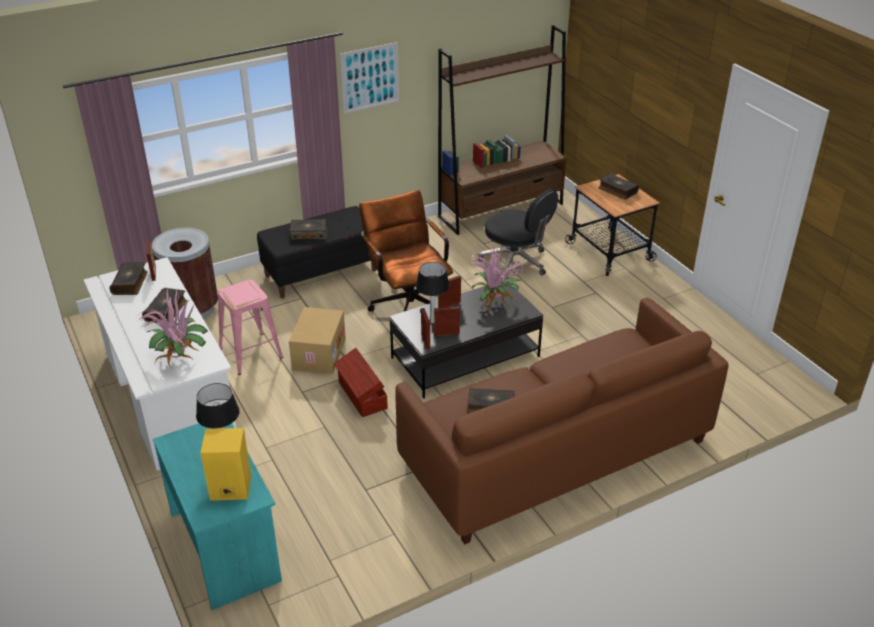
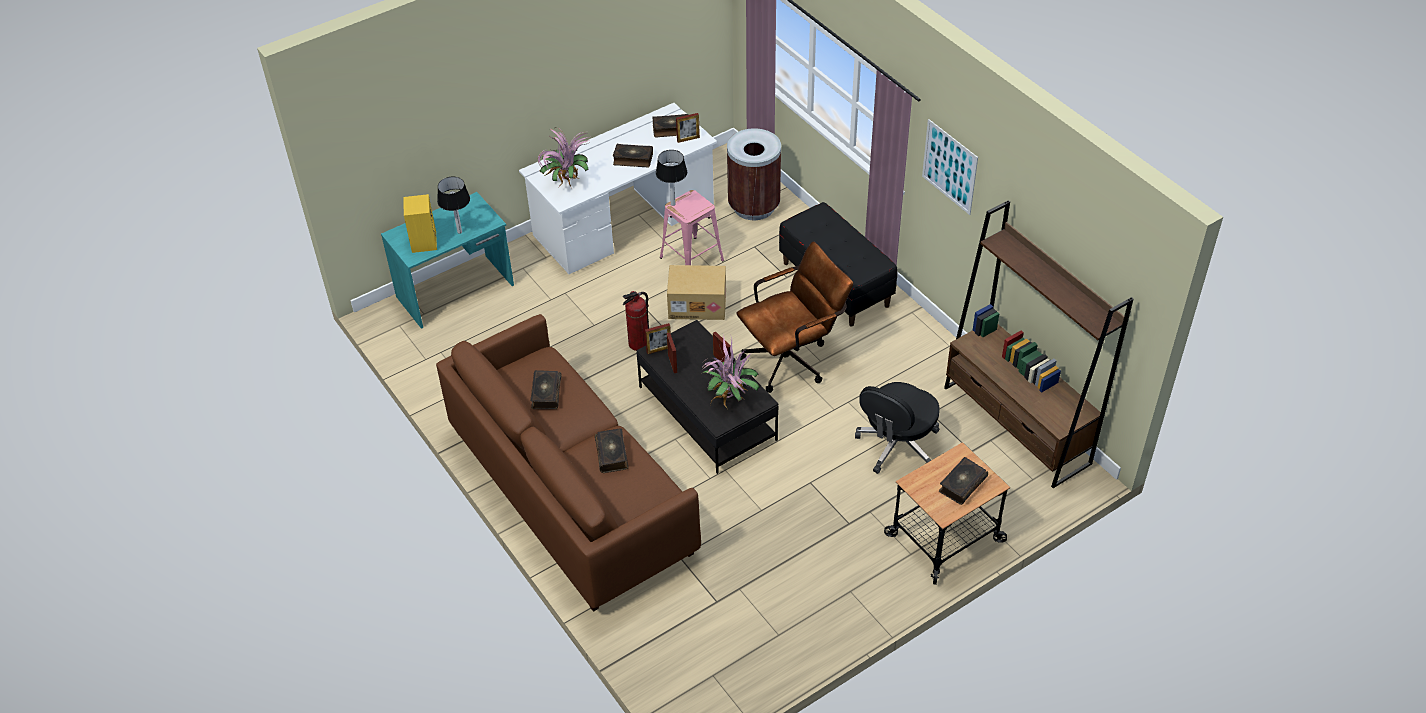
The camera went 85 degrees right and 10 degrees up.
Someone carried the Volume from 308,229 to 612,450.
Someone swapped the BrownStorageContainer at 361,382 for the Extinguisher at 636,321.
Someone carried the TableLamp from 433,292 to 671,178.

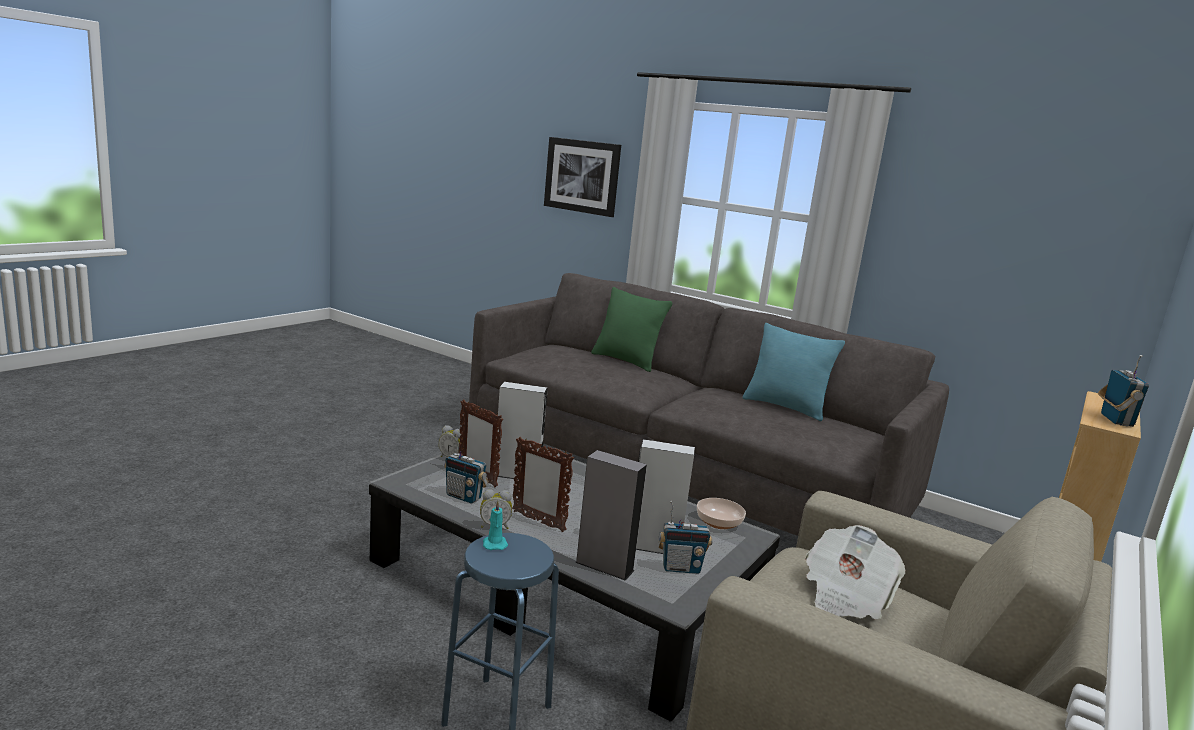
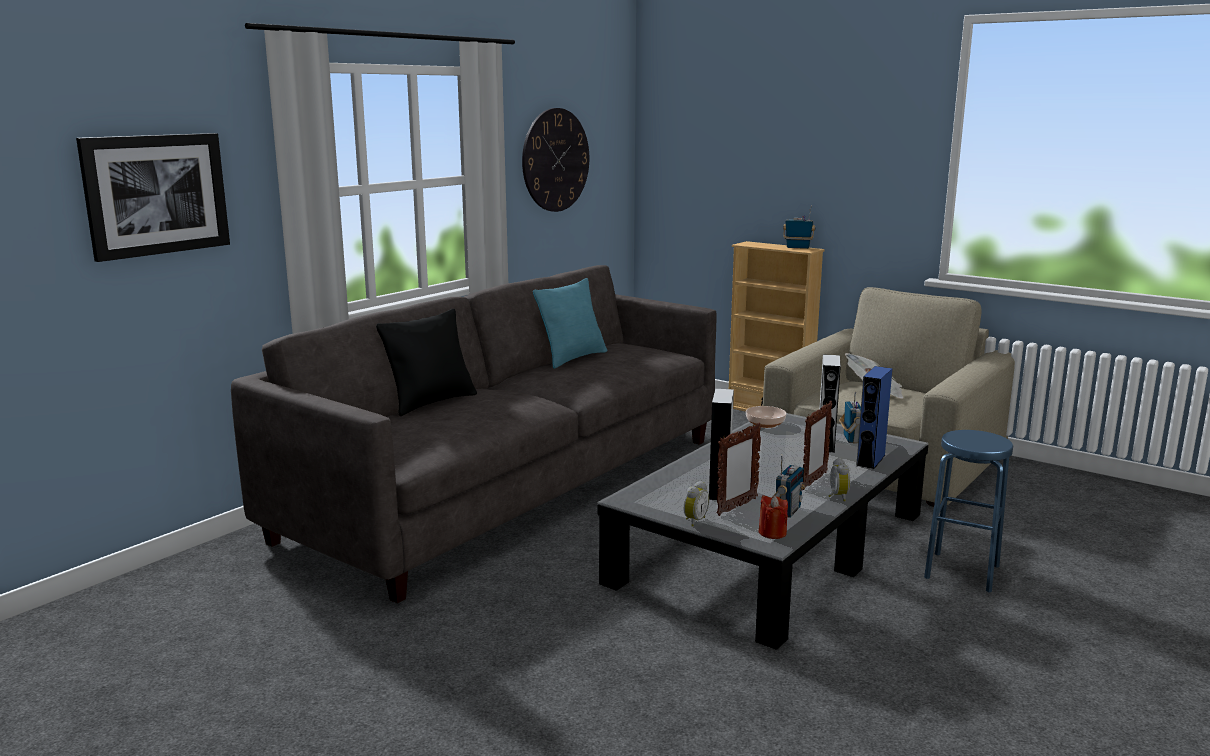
The camera went 85 degrees left and 0 degrees up.
Someone repainted the GreenPillow at 631,329, which became the BlackPillow at 426,362.
Someone put up the ClockOnTheWall at 555,160.
Someone put down the RedWaxLight at 773,517.
Someone repainted the GreySpeaker at 611,515, which became the BlueSpeaker at 874,417.
Someone took away the TurquoiseColouredWaxLight at 495,525.

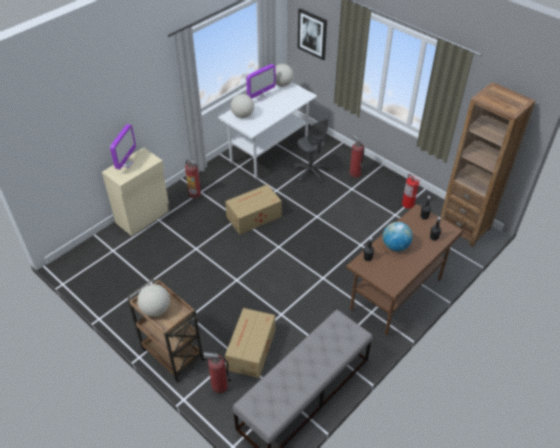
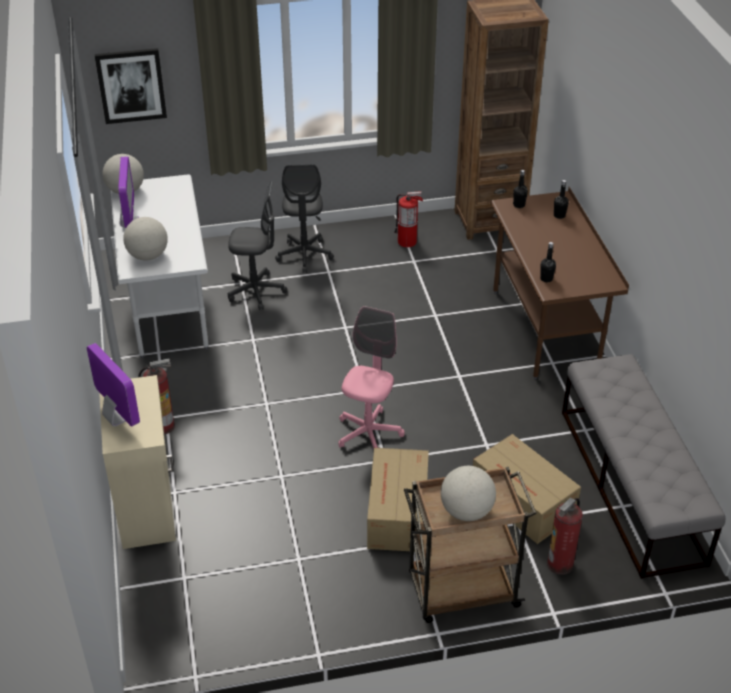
The camera went 55 degrees left and 5 degrees down.
Someone swapped the Extinguisher at 356,156 for the GreyOfficeChair at 304,218.
Someone put down the PinkishOfficeChair at 371,377.
Someone carried the CardboardBox from 253,209 to 398,500.
Someone took away the Globe at 398,236.

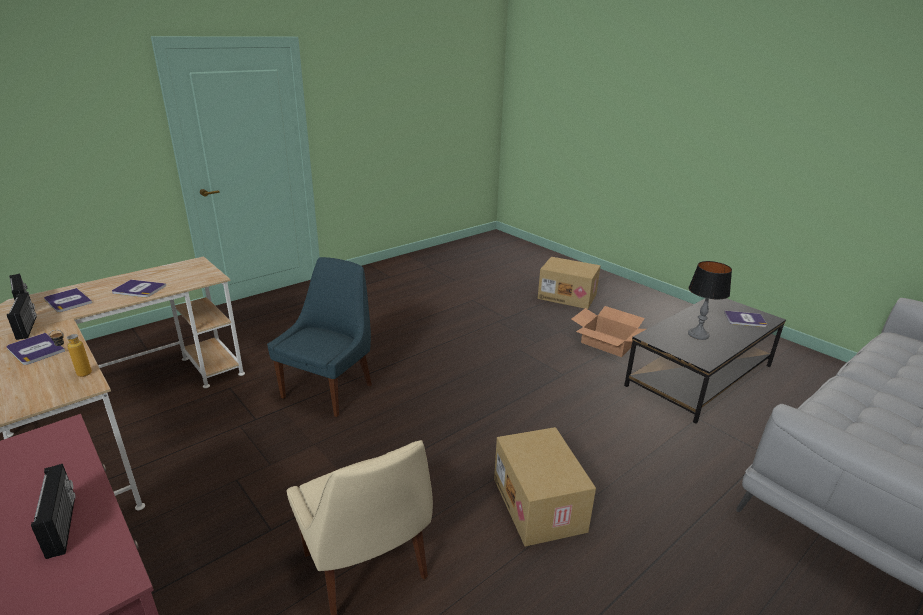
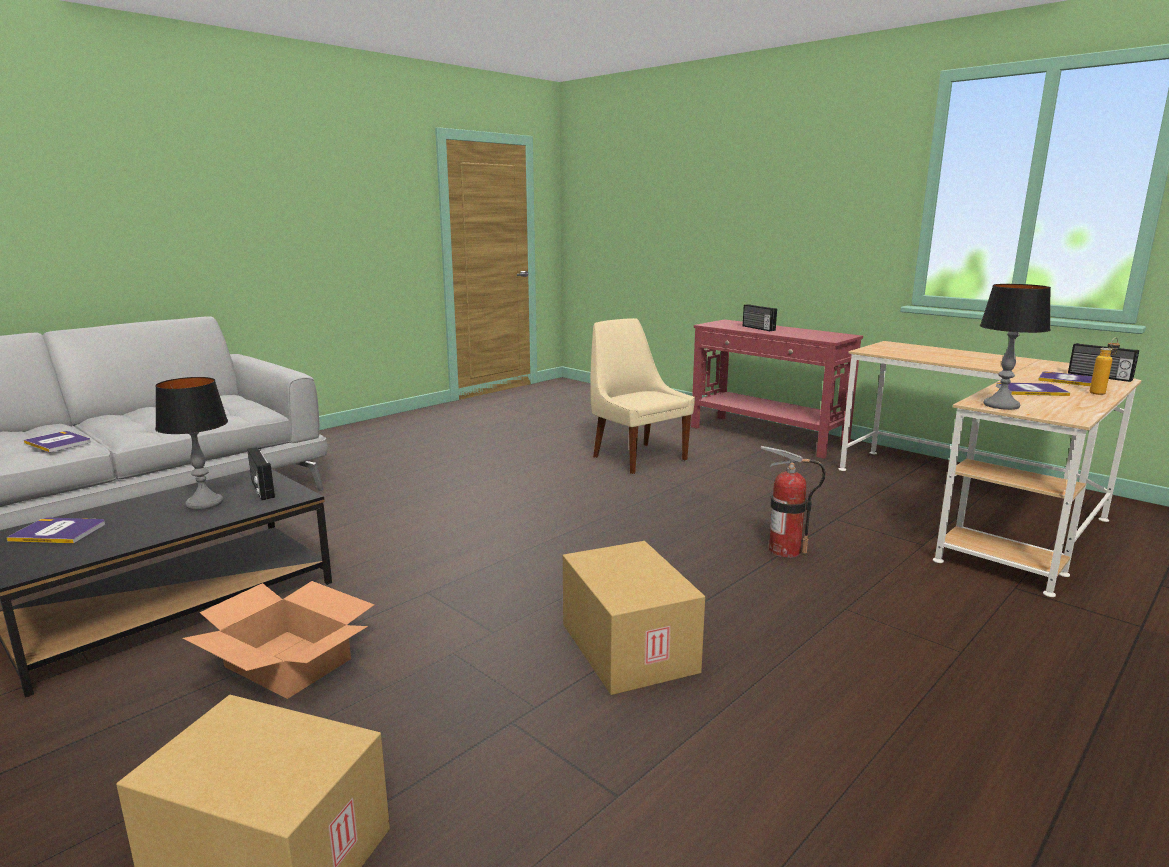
The camera went 175 degrees right and 10 degrees down.
Someone carried the Volume from 36,349 to 57,441.
Someone carried the RadioSet from 22,316 to 261,473.
Someone carried the CardboardBox from 545,487 to 634,618.
Someone swapped the BlueChair at 319,337 for the Extinguisher at 793,502.
Someone put down the TableLamp at 1015,347.
Someone carried the Bottle from 70,353 to 1105,366.

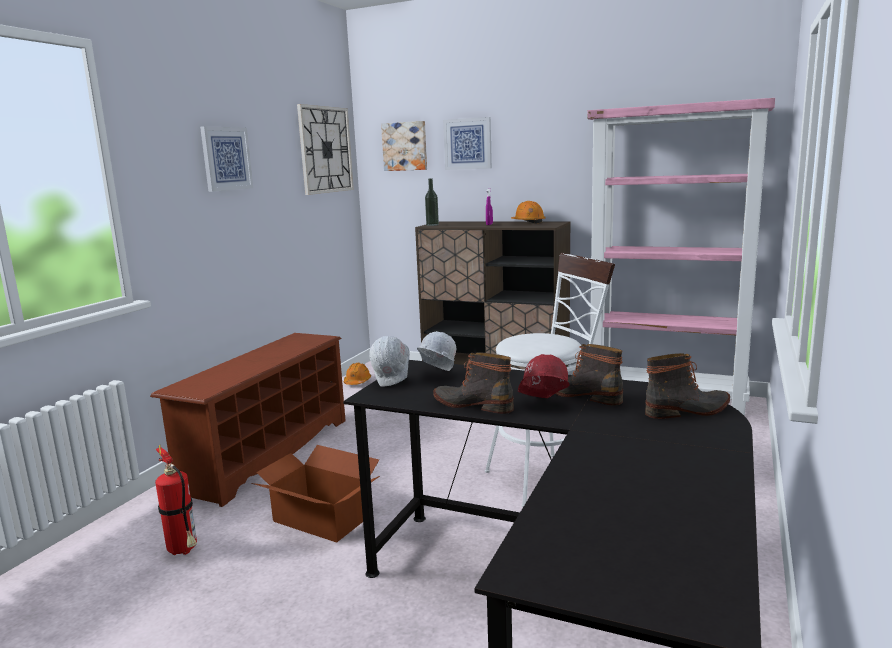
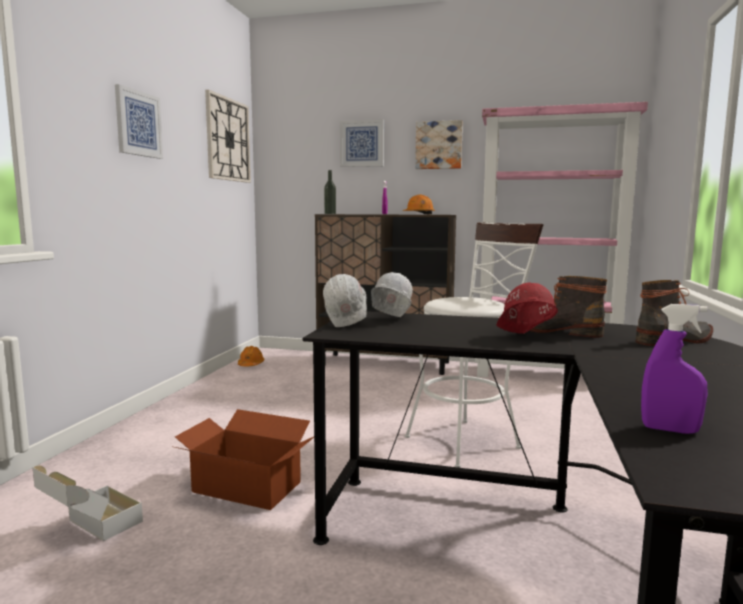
The camera went 10 degrees left and 5 degrees down.
Someone swapped the Extinguisher at 176,500 for the CardboardBox at 88,503.
Someone carried the WallPicture from 404,146 to 439,144.
Someone put down the PurpleColouredSprayBottle at 674,369.
Someone took away the BrownShoeShelf at 248,420.
Someone took away the TallBoot at 473,383.

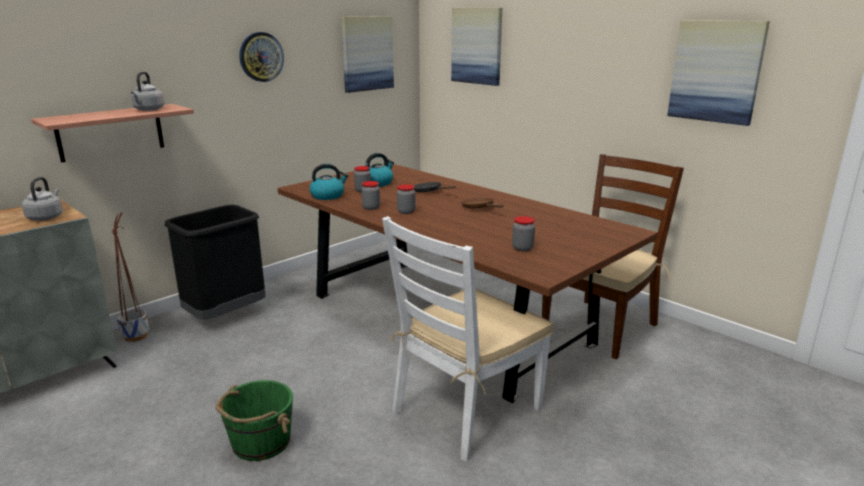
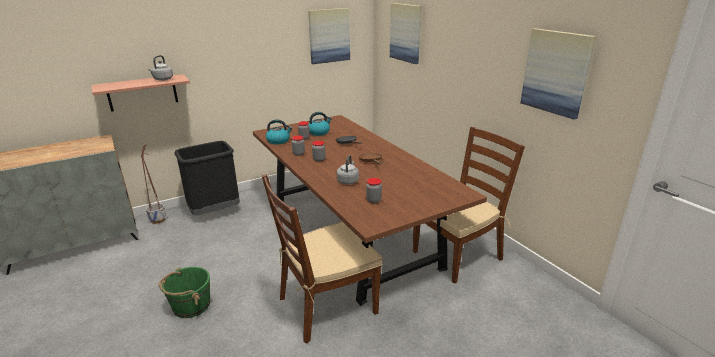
The camera went 15 degrees right and 5 degrees up.
Someone repainted the WhitishChair at 467,339, which became the BrownChair at 322,259.
Someone carried the GreyKettle from 42,199 to 348,169.
Someone took away the ClockOnTheWall at 261,57.

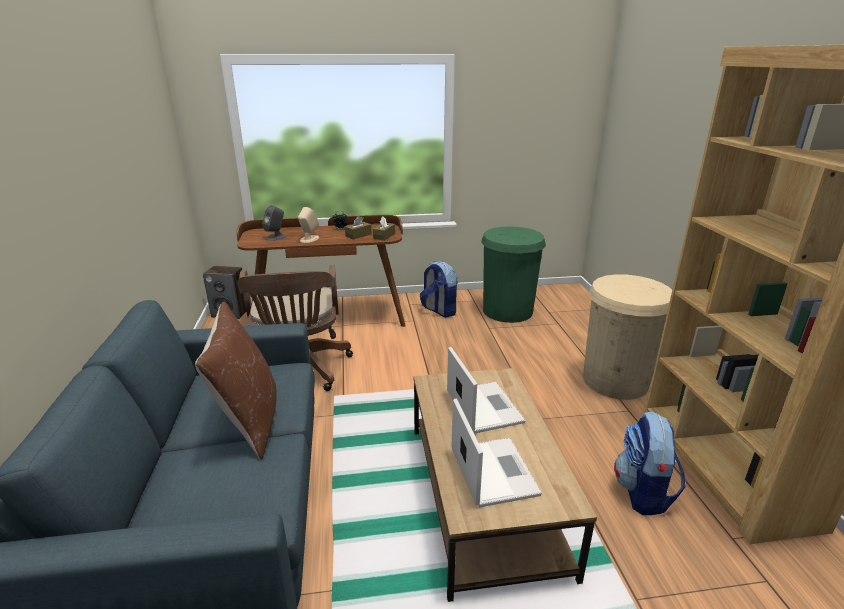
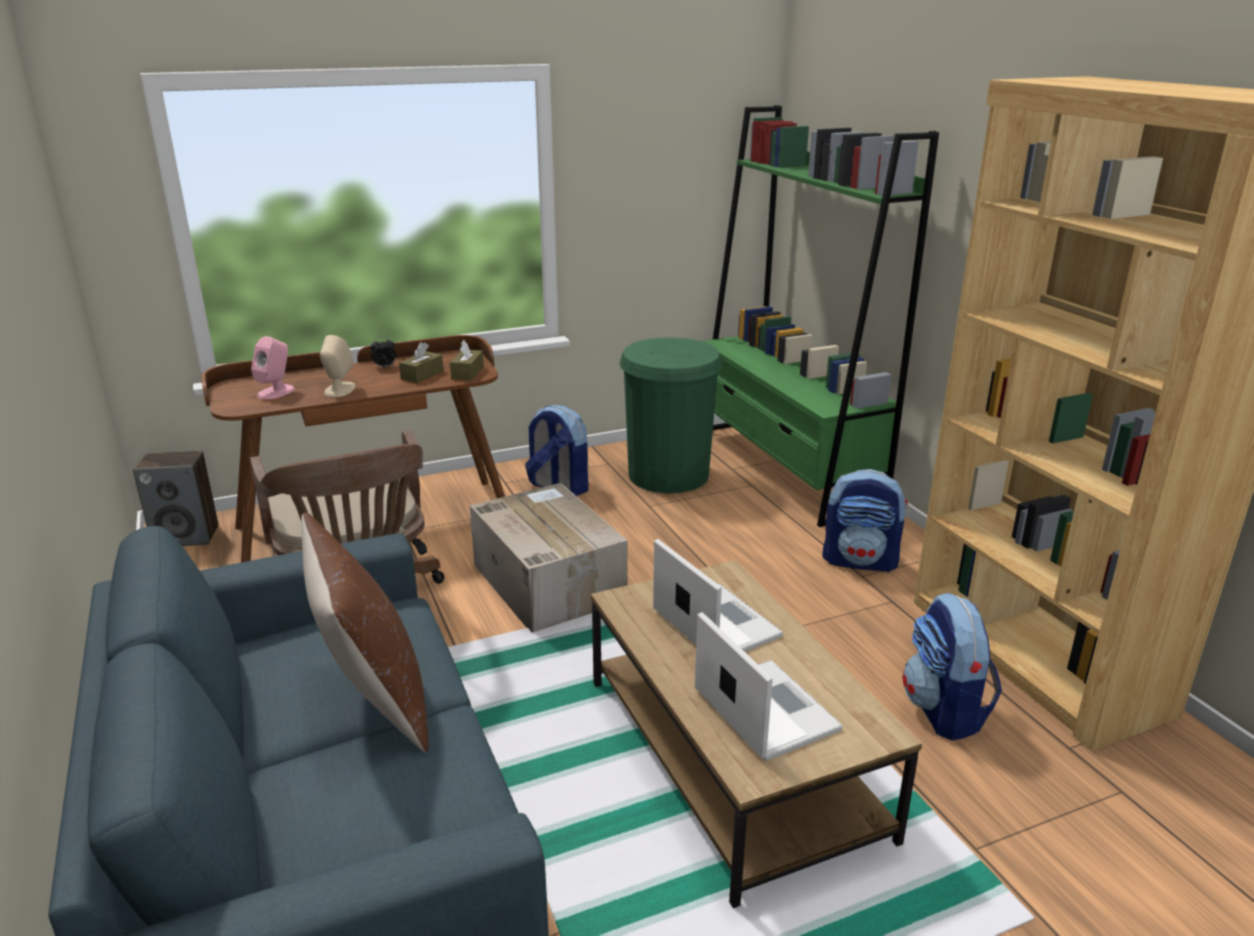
The camera went 15 degrees left and 0 degrees up.
Someone repainted the GreySpeaker at 274,223, which became the PinkishSpeaker at 273,367.
Someone put down the CardboardBox at 549,557.
Someone put down the GreenBookcase at 820,316.
Someone swapped the BeigeColouredWasteBin at 627,337 for the Knapsack at 865,520.

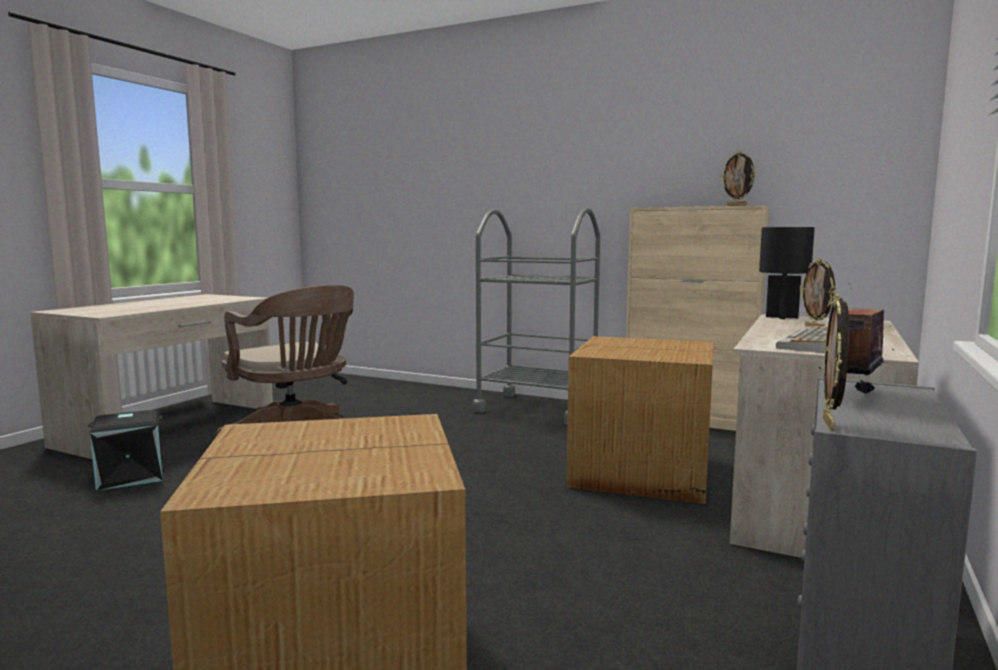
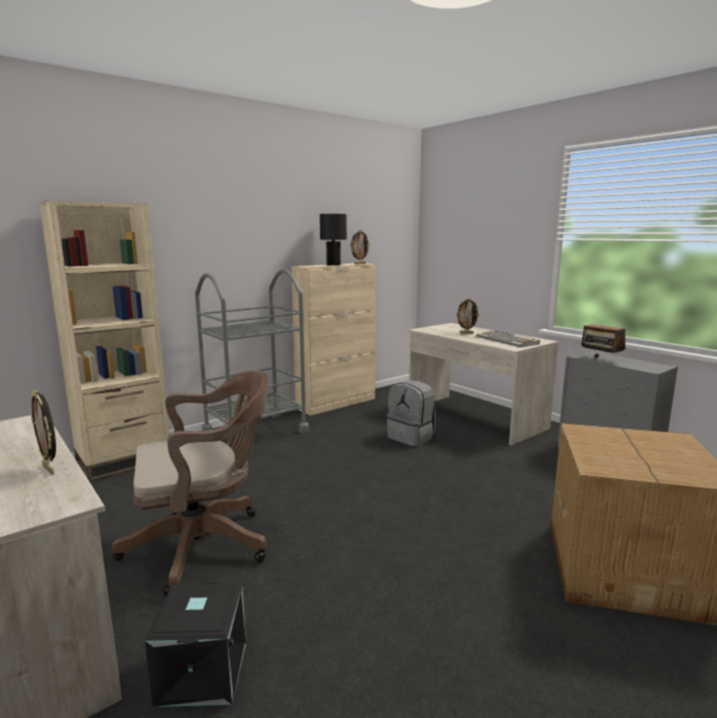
The camera went 65 degrees left and 5 degrees up.
Someone carried the StandingFrame from 836,362 to 43,432.
Someone put down the BeigeColouredBookcase at 104,341.
Someone carried the BlackTableLamp from 787,273 to 333,240.
Someone swapped the CardboardBox at 640,420 for the GreyKnapsack at 411,413.

